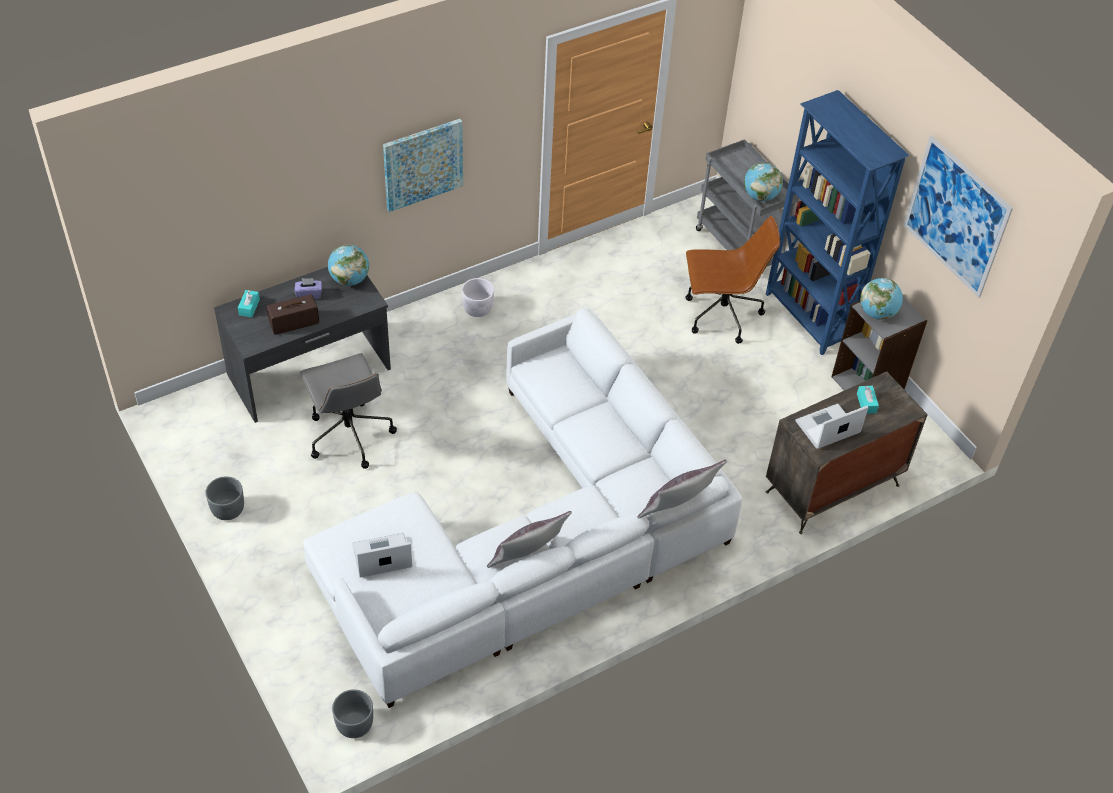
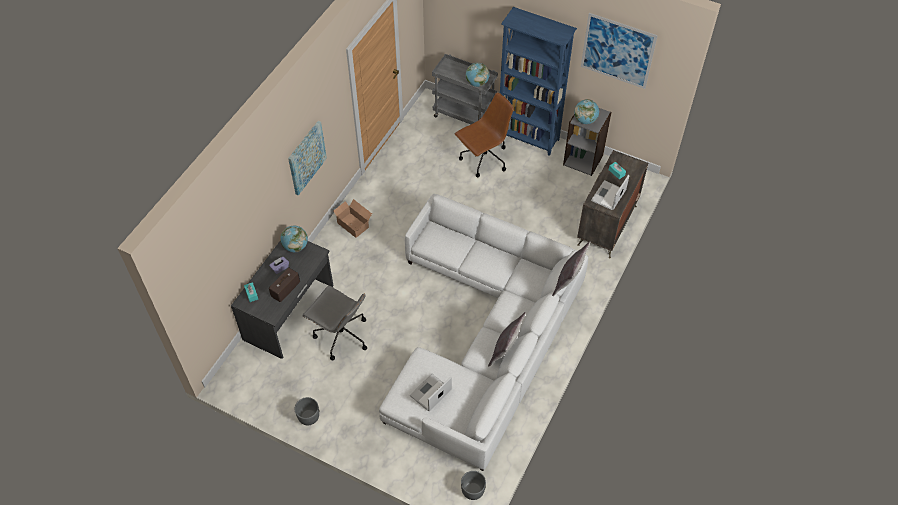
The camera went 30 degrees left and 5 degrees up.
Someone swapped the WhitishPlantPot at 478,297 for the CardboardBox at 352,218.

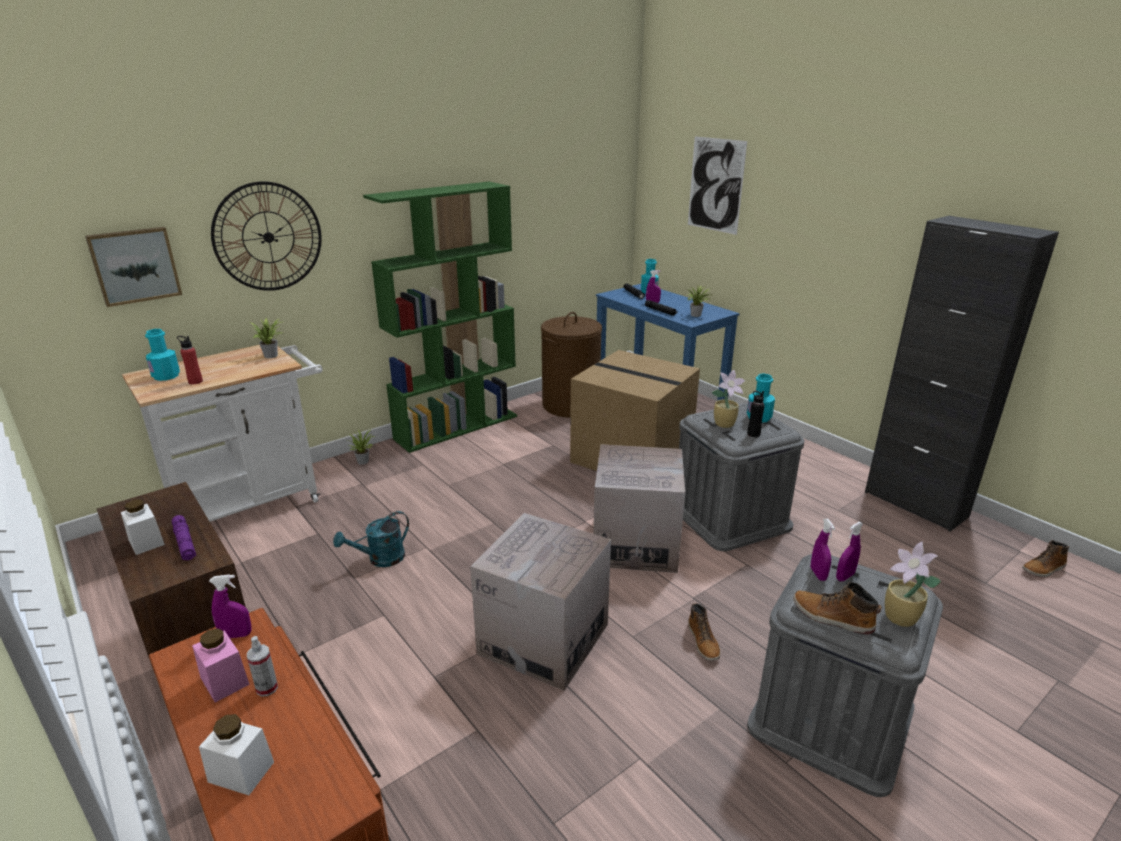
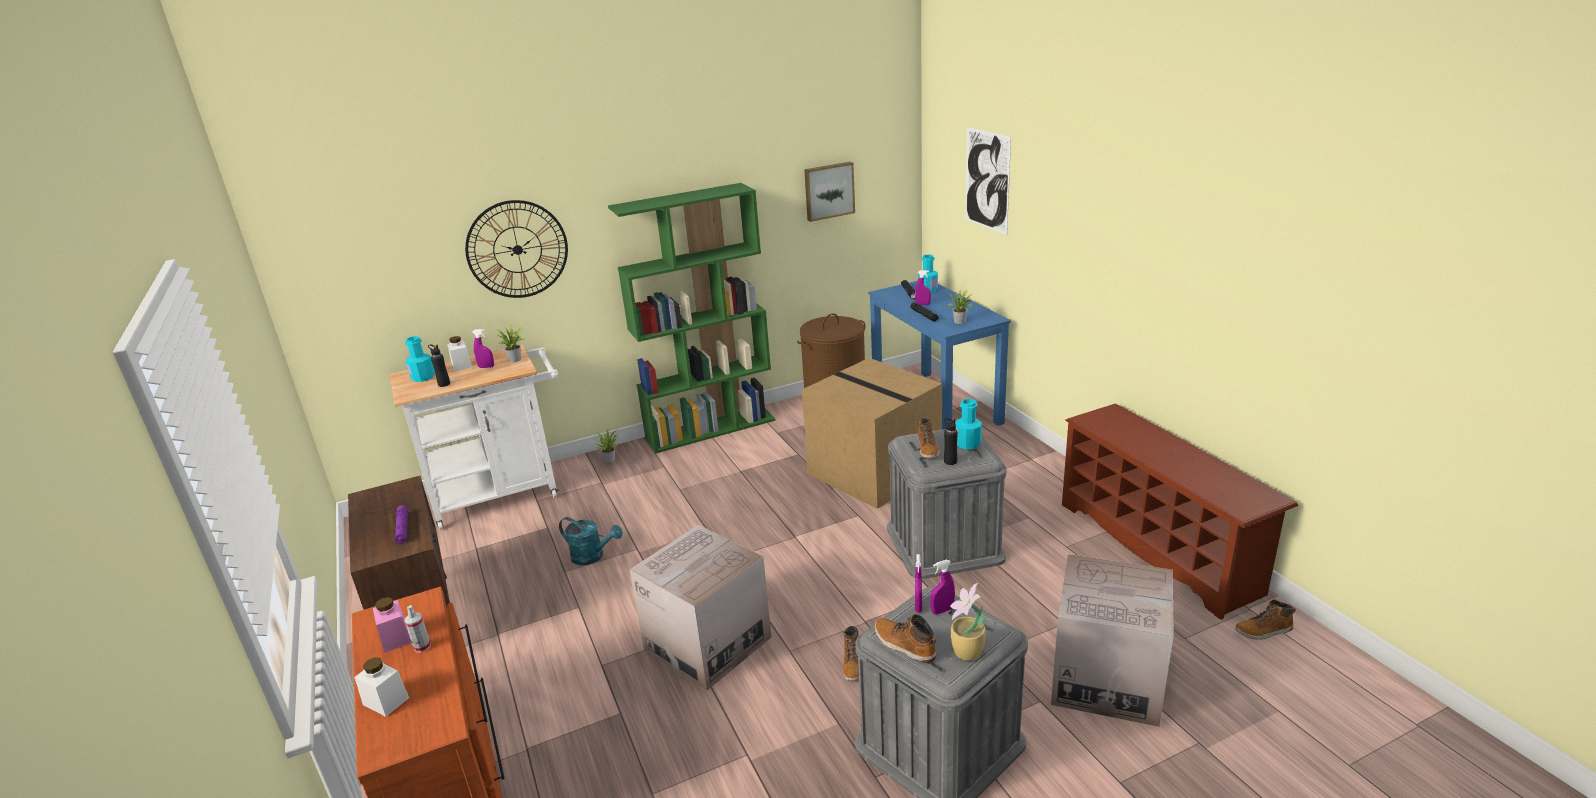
The camera went 15 degrees right and 0 degrees up.
Someone repainted the RedBottle at 190,360, which became the BlackBottle at 439,366.
Someone carried the WhitishStorageJar from 143,527 to 459,353.
Someone carried the PurpleColouredSprayBottle from 230,606 to 483,348.
Someone rotated the TurquoiseColouredSprinklingCan at 371,539 by 135 degrees counterclockwise.
Someone carried the WallPicture from 133,267 to 829,192.
Someone swapped the Houseplant at 728,399 for the TallBoot at 929,438.
Someone carried the CardboardBox from 639,508 to 1112,640.
Someone swapped the BlackCupboard at 962,373 for the BrownShoeShelf at 1180,512.

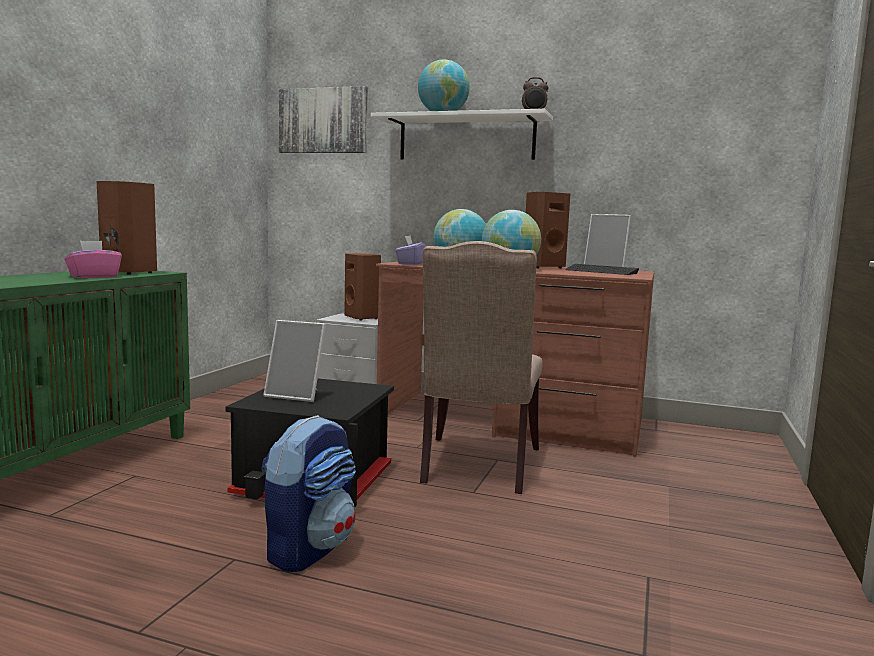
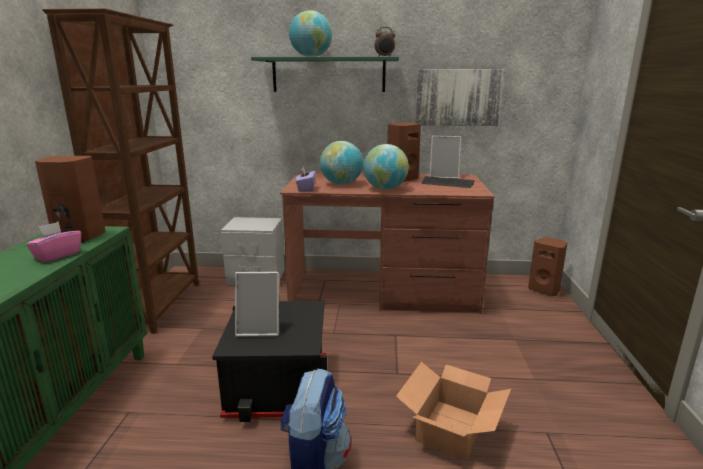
The camera went 15 degrees left and 10 degrees up.
Someone put down the BrownBookcase at 120,171.
Someone repainted the WhitishWallShelf at 462,134, which became the GreenWallShelf at 325,74.
Someone put down the CardboardBox at 453,411.
Someone carried the WallPicture from 323,119 to 459,97.
Someone carried the BrownSpeaker from 362,287 to 547,266.
Someone took away the BeigeColouredChair at 481,367.

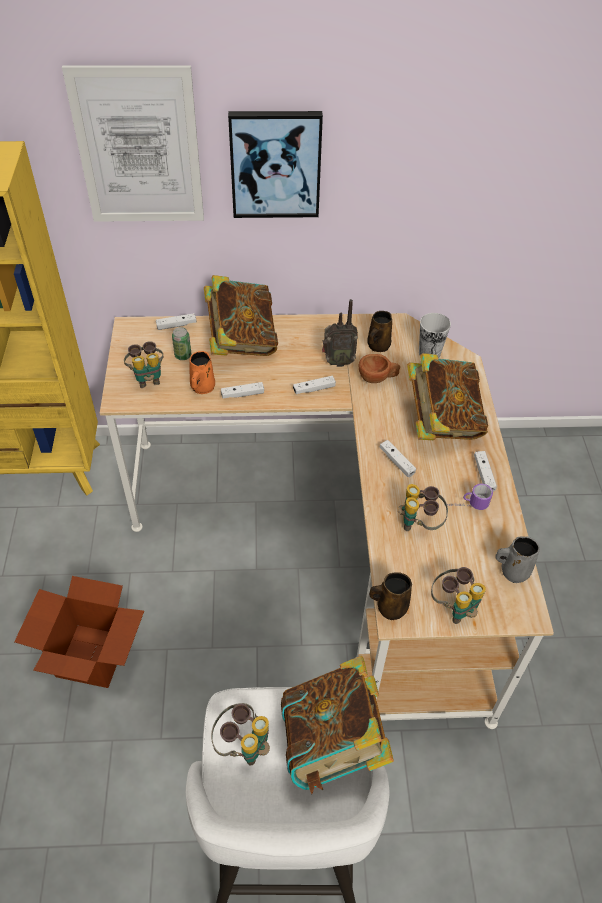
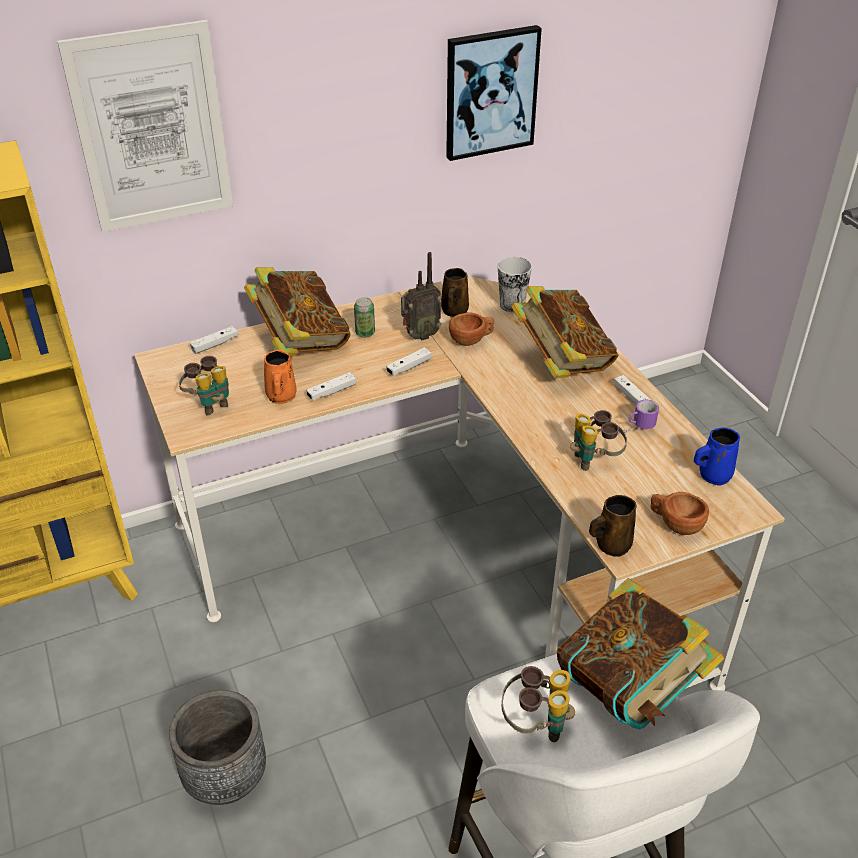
The camera went 20 degrees left and 10 degrees down.
Someone swapped the CardboardBox at 79,632 for the GreyPlantPot at 217,747.
Someone carried the Can from 181,343 to 364,317.
Someone carried the WallPicture from 275,164 to 494,93.
Someone swapped the Binoculars at 458,595 for the BrownCup at 679,513.
Someone repainted the GreyMug at 517,559, which became the BlueMug at 717,456.
Someone took away the WhitishGamepad at 398,458.

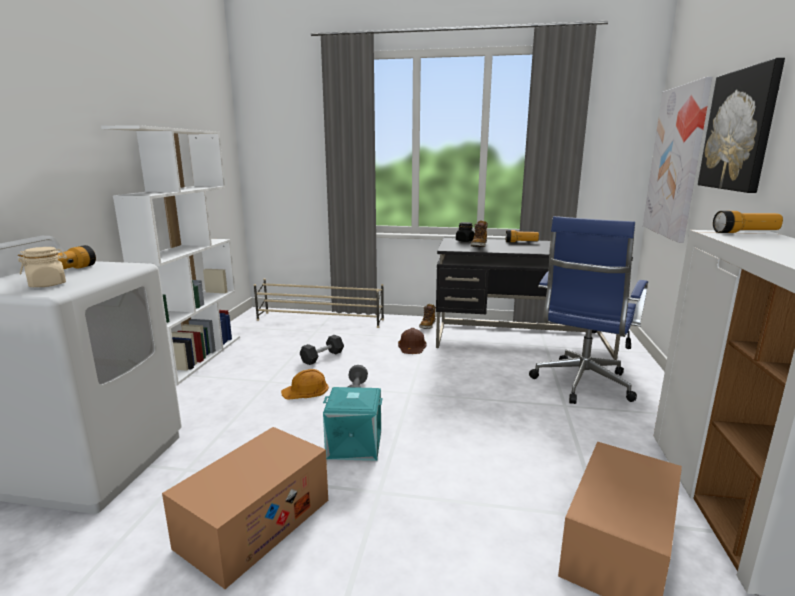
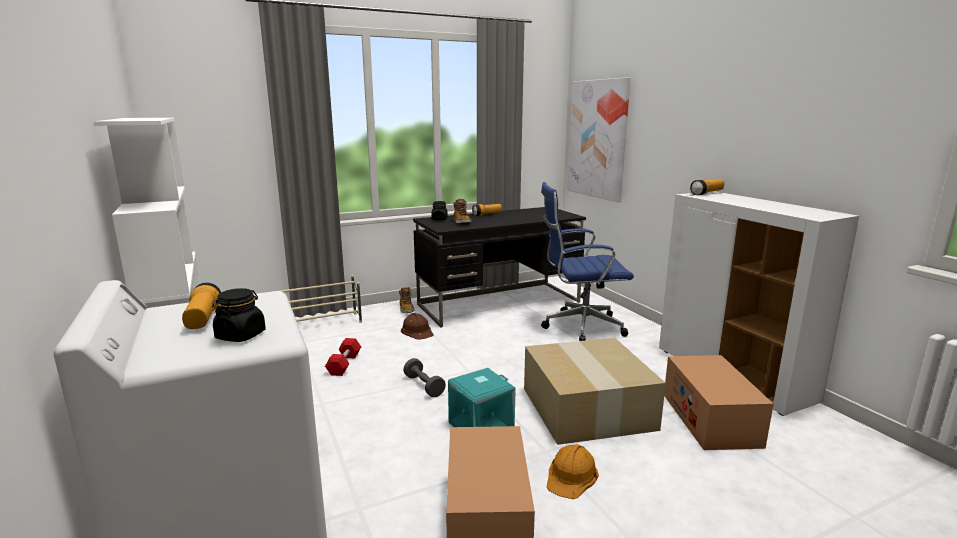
The camera went 35 degrees left and 0 degrees up.
Someone repainted the BeigeColouredStorageJar at 42,267, which became the BlackStorageJar at 239,315.
Someone repainted the BlackHandWeight at 322,350, which became the RedHandWeight at 343,357.
Someone put down the CardboardBox at 595,391.
Someone rotated the BlueOfficeChair at 588,310 by 90 degrees clockwise.
Someone carried the OrangeySafetyHelmet from 305,384 to 573,471.
Someone took away the WallPicture at 741,125.

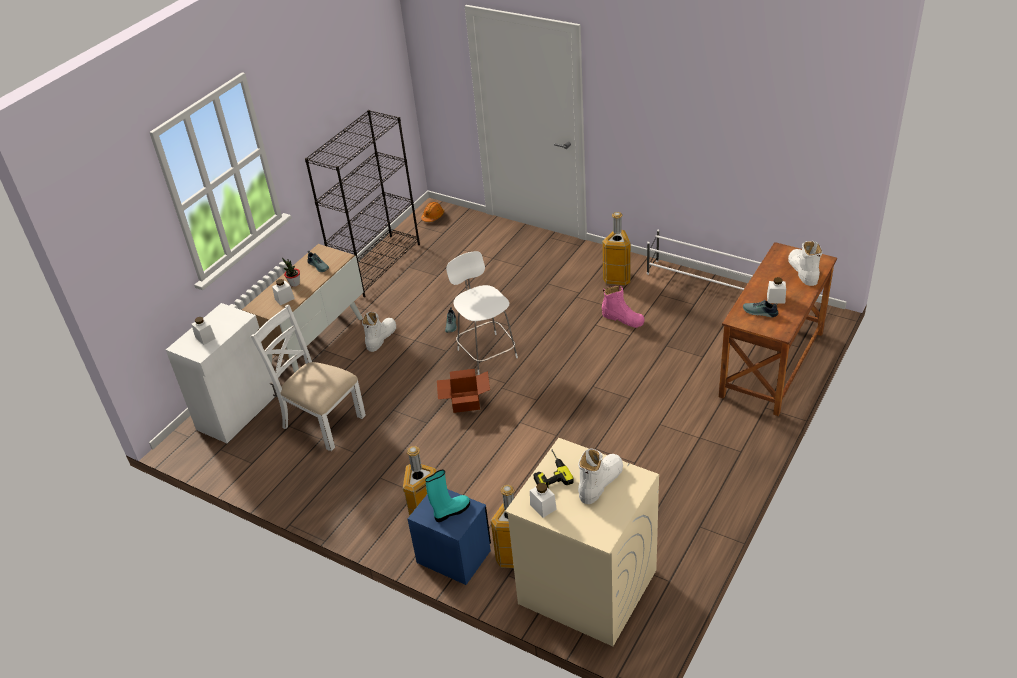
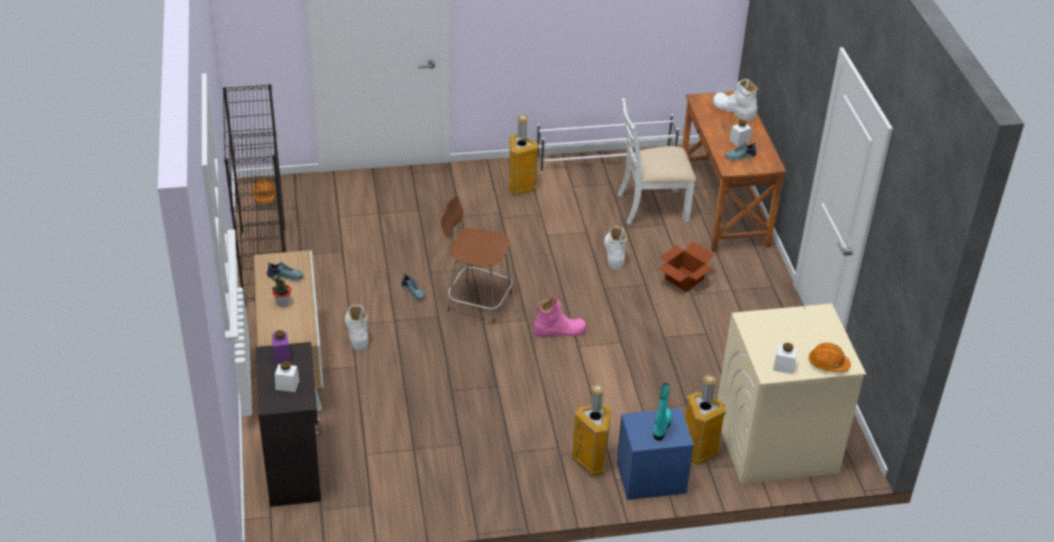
The camera went 45 degrees left and 0 degrees up.
Someone repainted the WhitishCupboard at 222,373, which became the BlackCupboard at 288,424.
Someone put down the PurpleColouredStorageJar at 281,346.
Someone repainted the WhitishStool at 482,313, which became the BrownStool at 477,259.
Someone carried the PinkishTallBoot from 623,306 to 560,317.
Someone carried the WhitishTallBoot from 600,476 to 615,248.
Someone carried the WhitishChair from 308,378 to 657,161.
Someone carried the CardboardBox from 463,391 to 686,266.
Someone put down the OrangeySafetyHelmet at 830,357.
Someone took away the WhitishStorageJar at 283,292.
Someone took away the PowerDrill at 553,469.

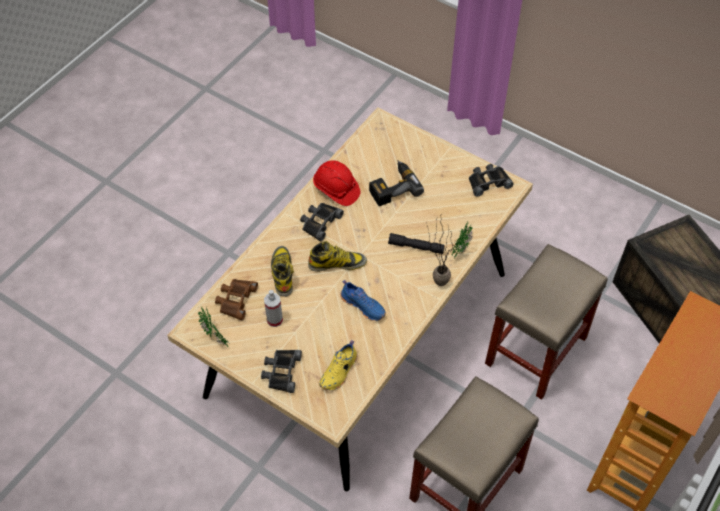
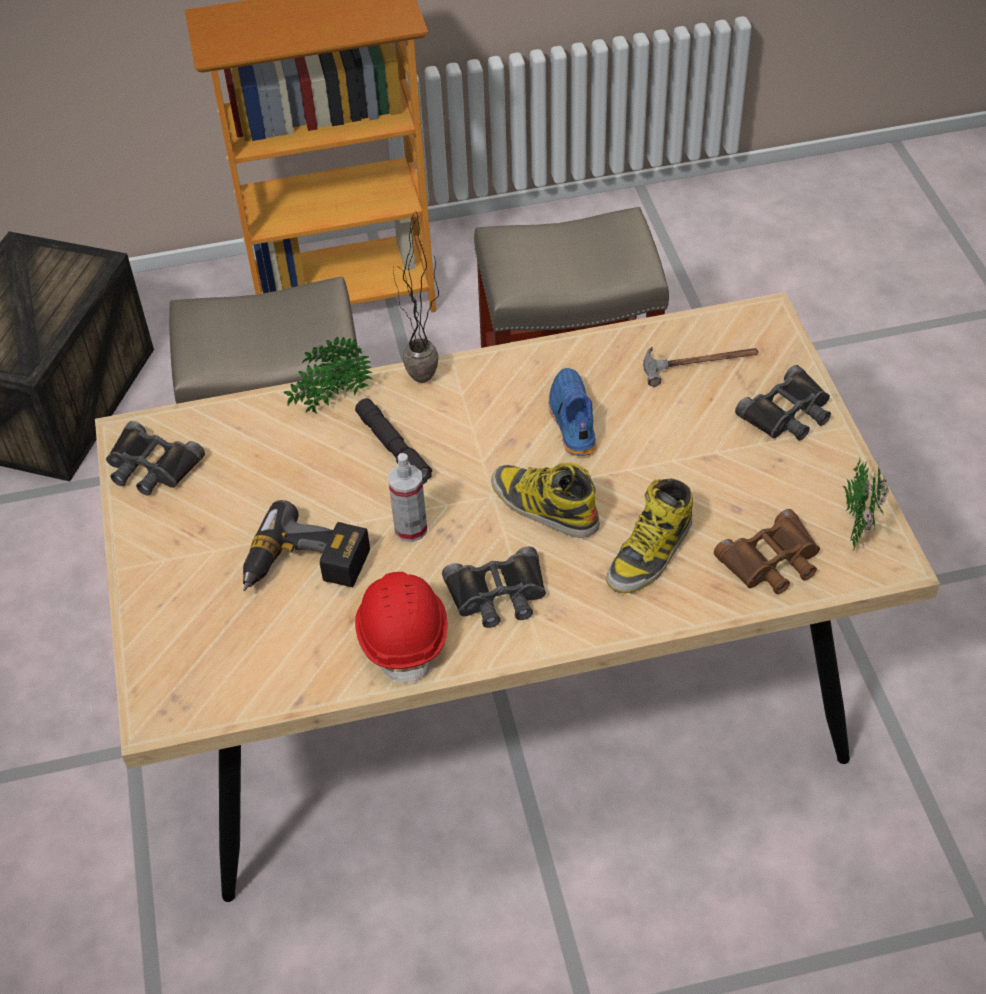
The camera went 135 degrees left and 5 degrees down.
Someone carried the SprayBottle from 273,308 to 407,497.
Someone swapped the YellowShoe at 338,365 for the HandHammer at 700,367.

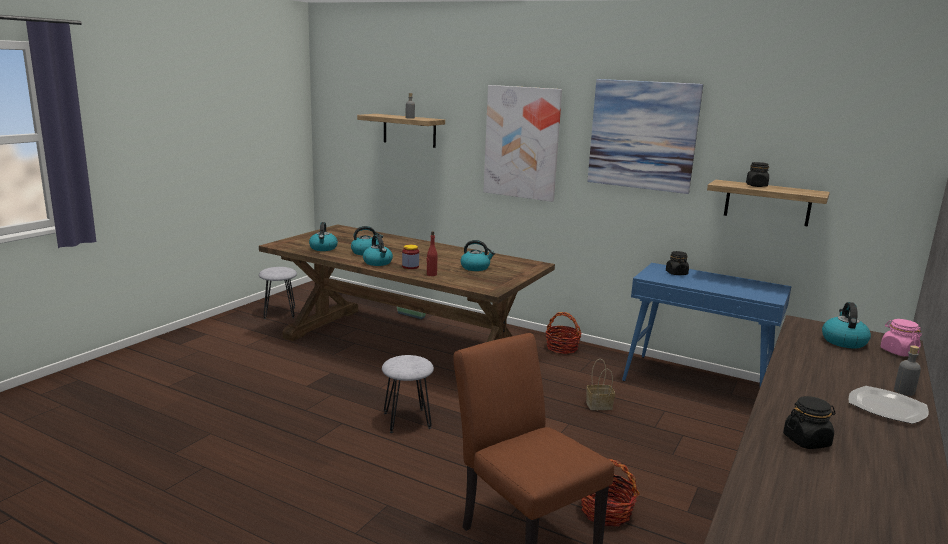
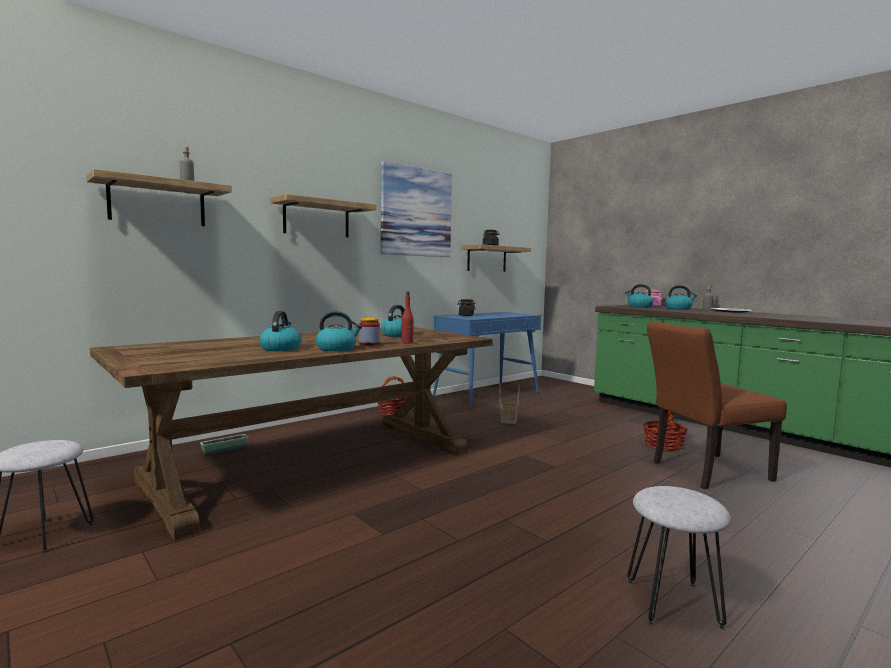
The camera went 70 degrees left and 10 degrees down.
Someone swapped the WallPicture at 522,143 for the WallShelf at 323,215.
Someone carried the GreyStool from 408,394 to 679,558.
Someone carried the Kettle from 323,236 to 681,297.
Someone took away the BlackStorageJar at 809,422.

